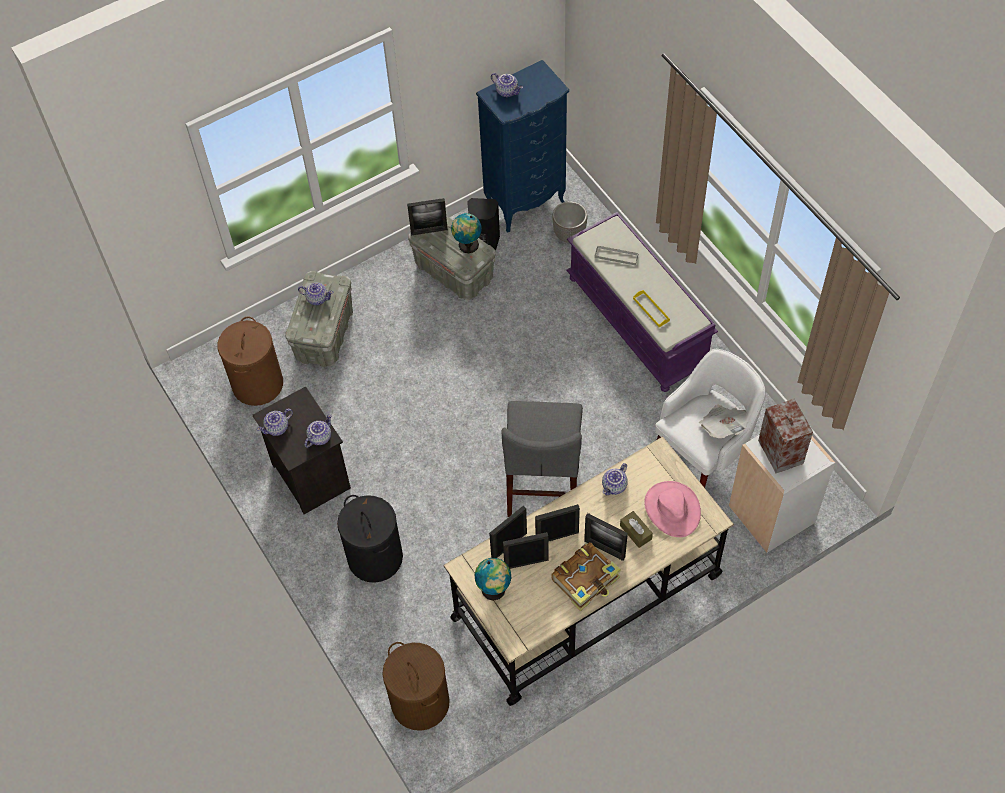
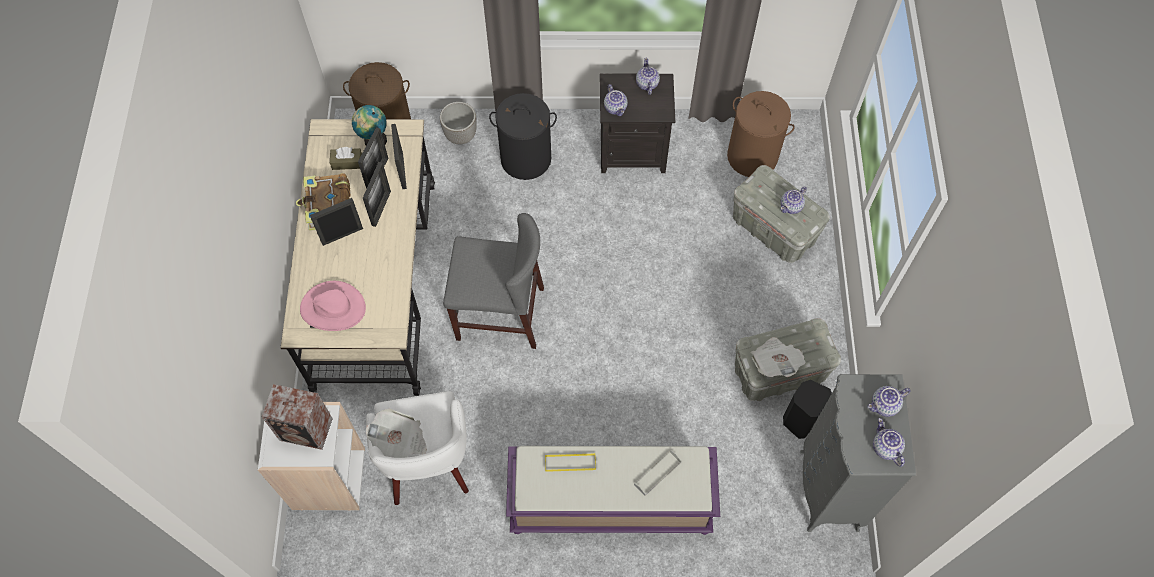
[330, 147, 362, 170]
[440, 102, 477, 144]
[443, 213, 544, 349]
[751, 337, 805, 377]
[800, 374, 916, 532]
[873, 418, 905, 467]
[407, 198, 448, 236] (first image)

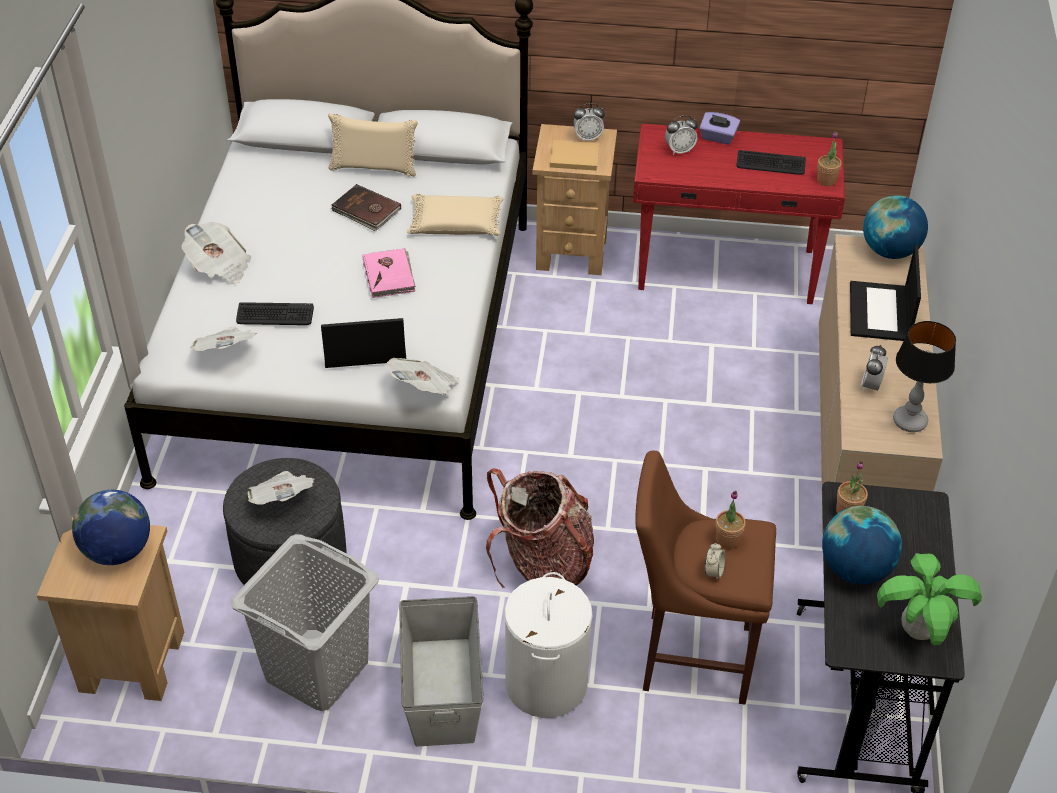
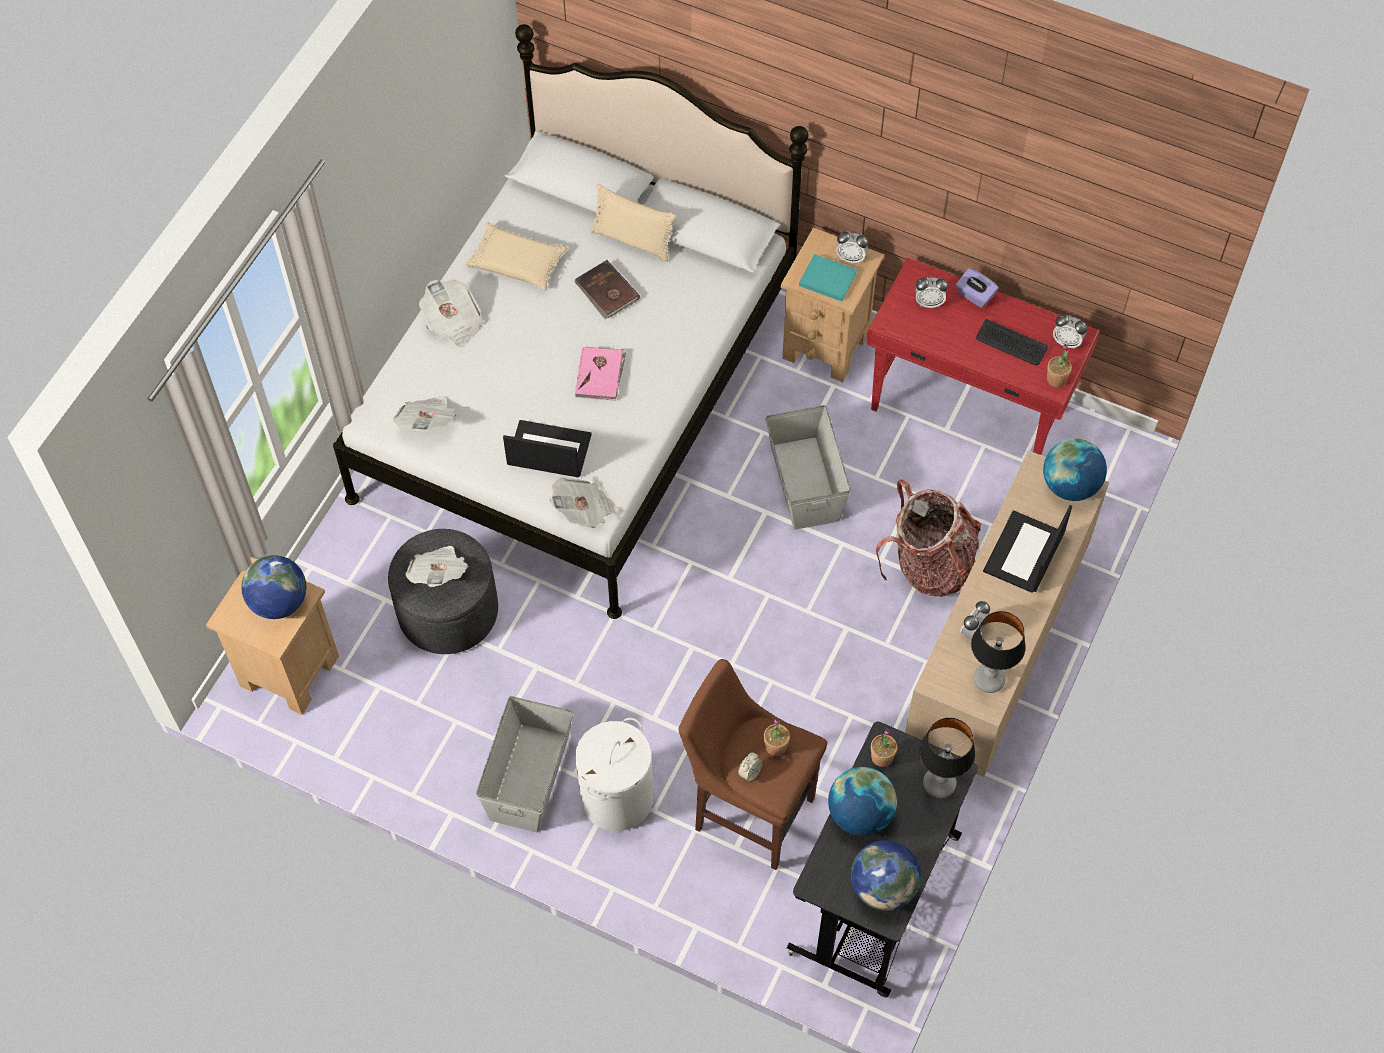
[464, 223, 568, 290]
[765, 405, 851, 530]
[799, 254, 857, 301]
[851, 840, 921, 911]
[876, 479, 981, 597]
[919, 718, 975, 798]
[1053, 315, 1087, 349]
[230, 534, 379, 711] (first image)
[236, 302, 314, 325] (first image)

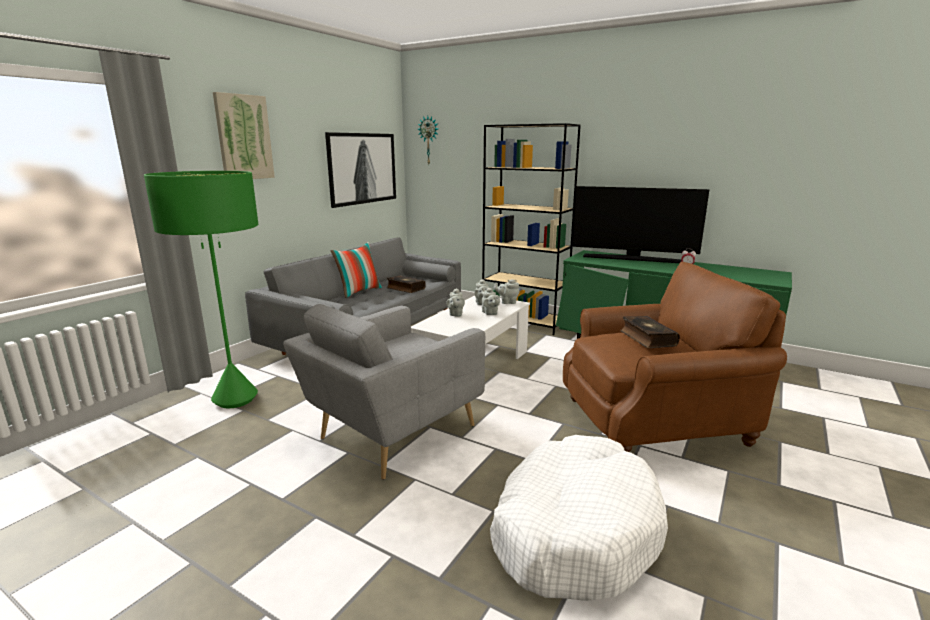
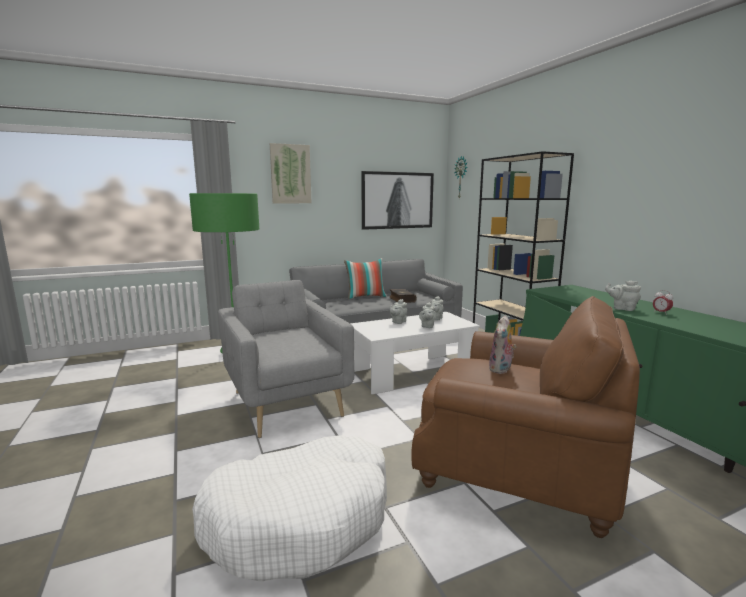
[218, 280, 354, 438]
[489, 315, 516, 374]
[605, 280, 641, 311]
[572, 186, 710, 263] (first image)

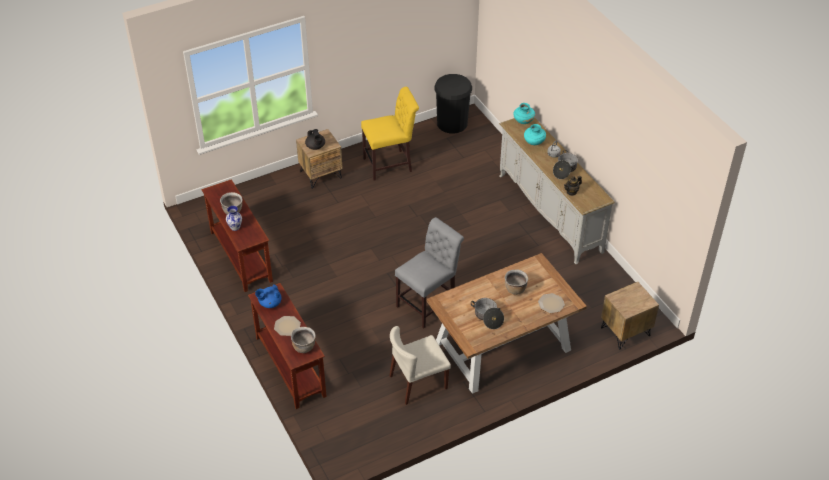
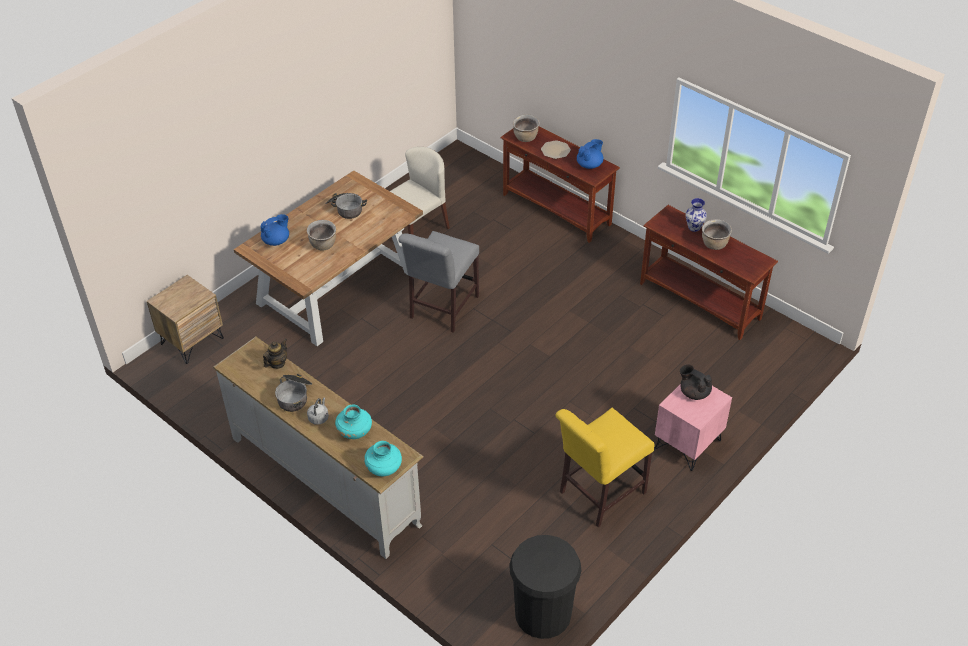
[260, 214, 289, 246]
[655, 384, 732, 471]

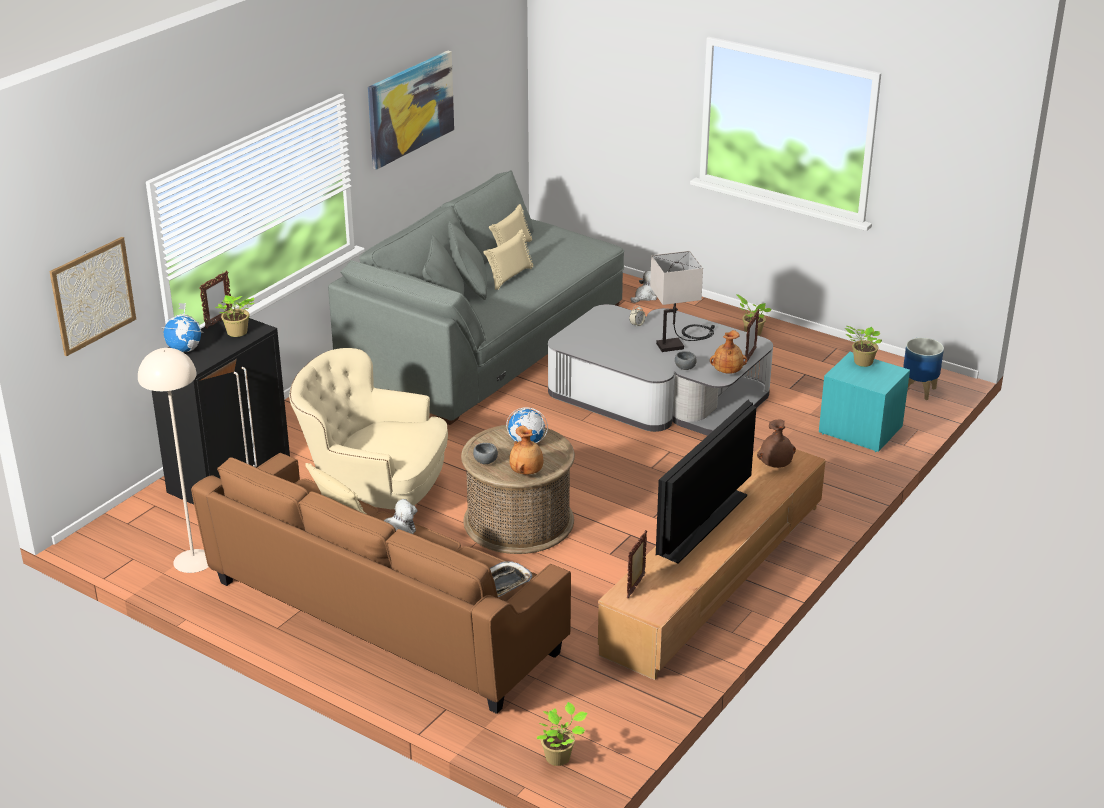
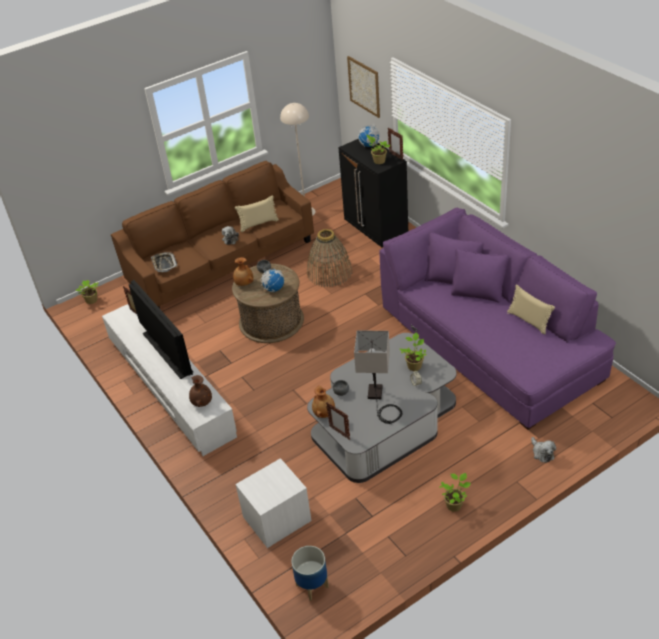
[102, 304, 237, 456]
[235, 458, 312, 548]
[307, 229, 353, 288]
[379, 208, 616, 430]
[400, 332, 426, 371]
[368, 51, 454, 170] (first image)
[483, 229, 534, 290] (first image)

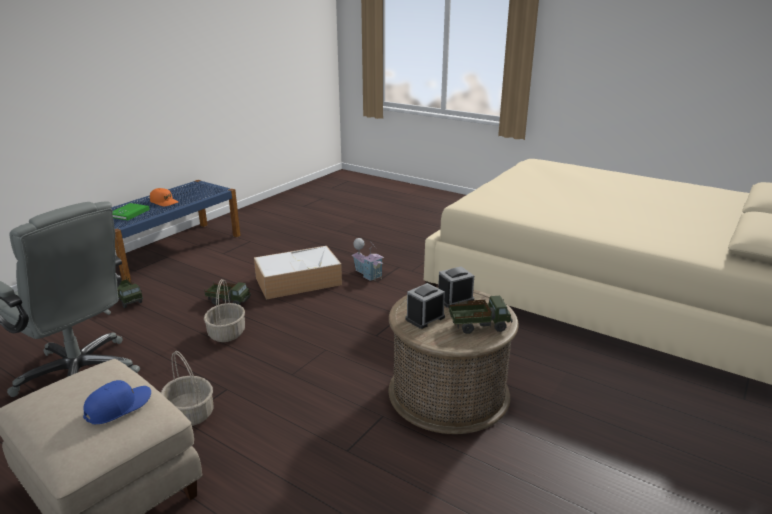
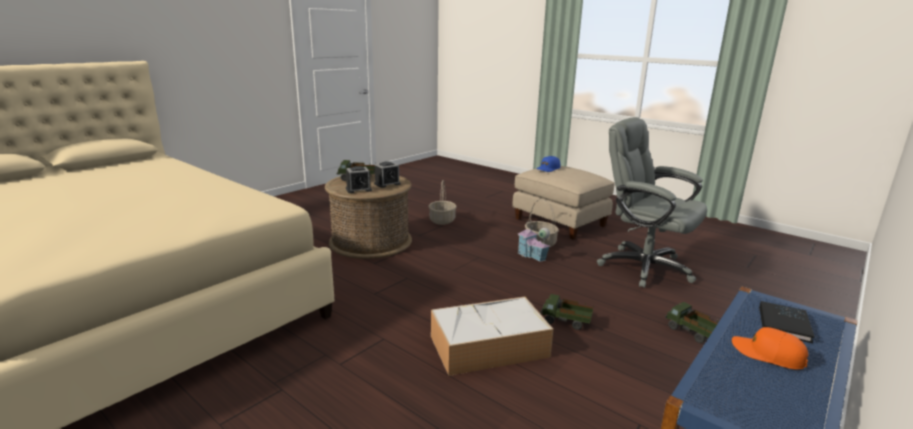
[429, 180, 457, 225]
[518, 220, 550, 262]
[759, 301, 815, 343]

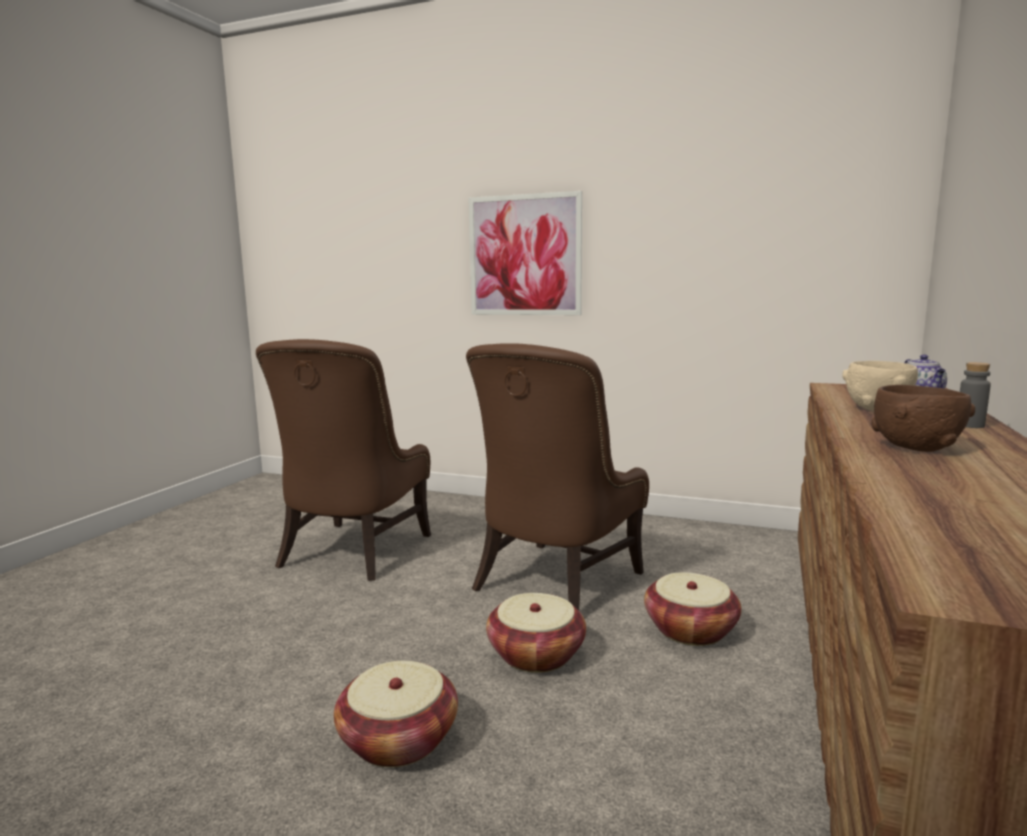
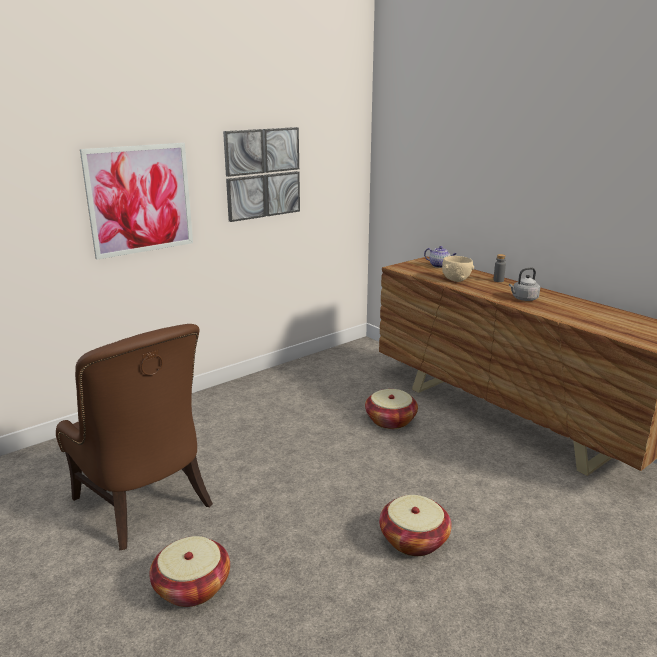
[149, 536, 230, 607]
[223, 127, 300, 222]
[509, 267, 540, 301]
[466, 343, 649, 610] (first image)

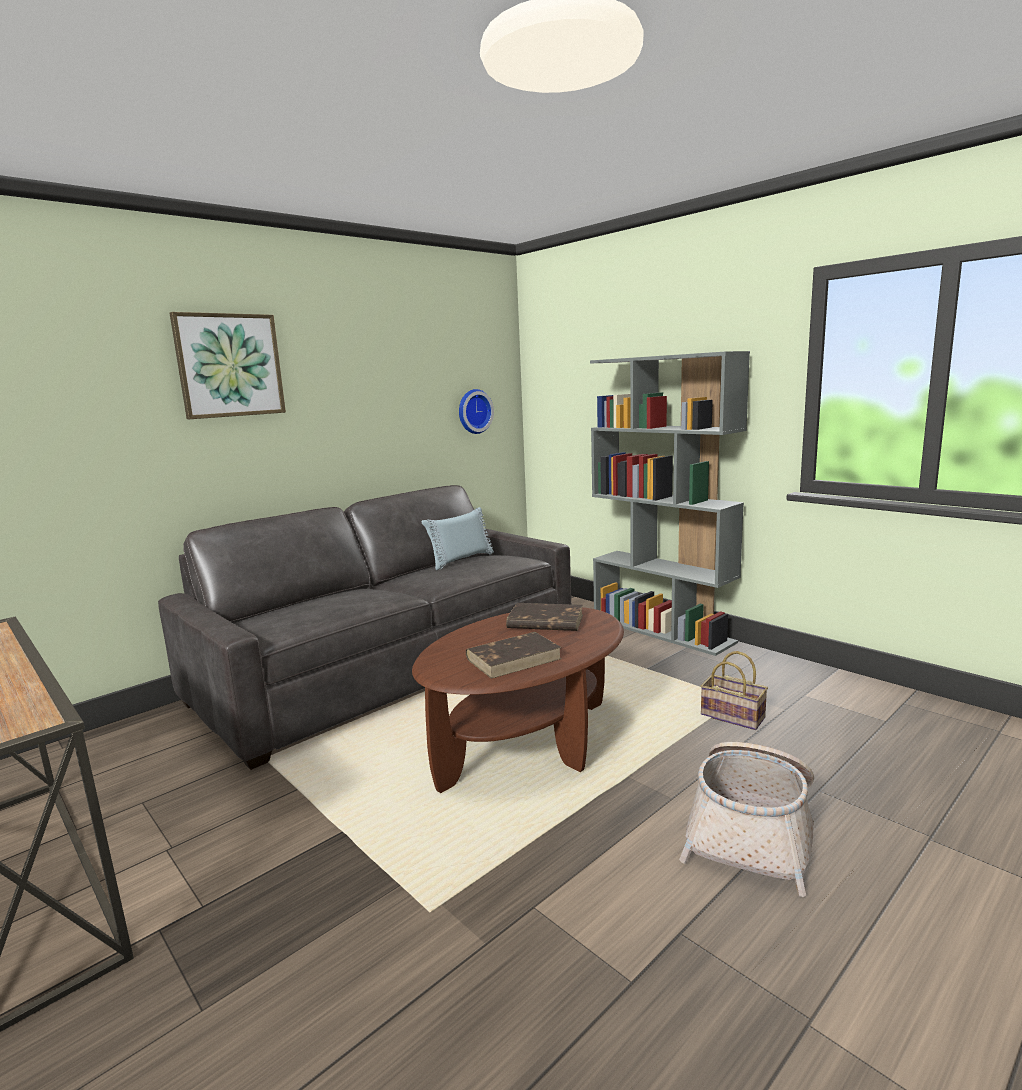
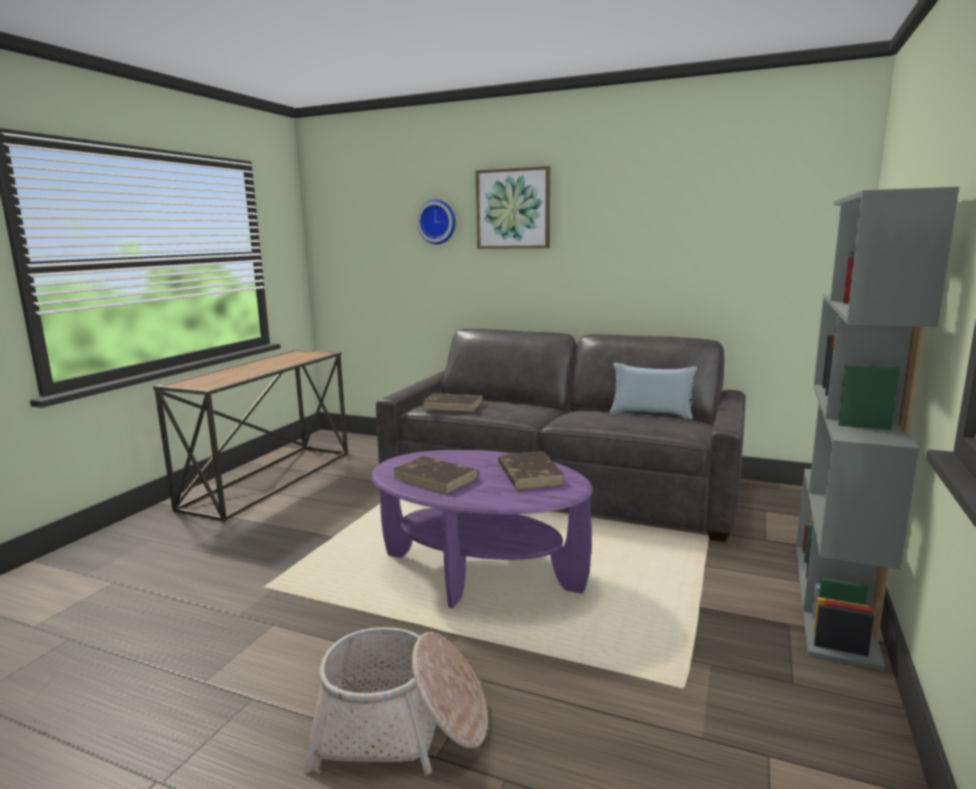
[371, 450, 593, 608]
[417, 200, 456, 244]
[423, 393, 483, 412]
[701, 651, 768, 730] (first image)

